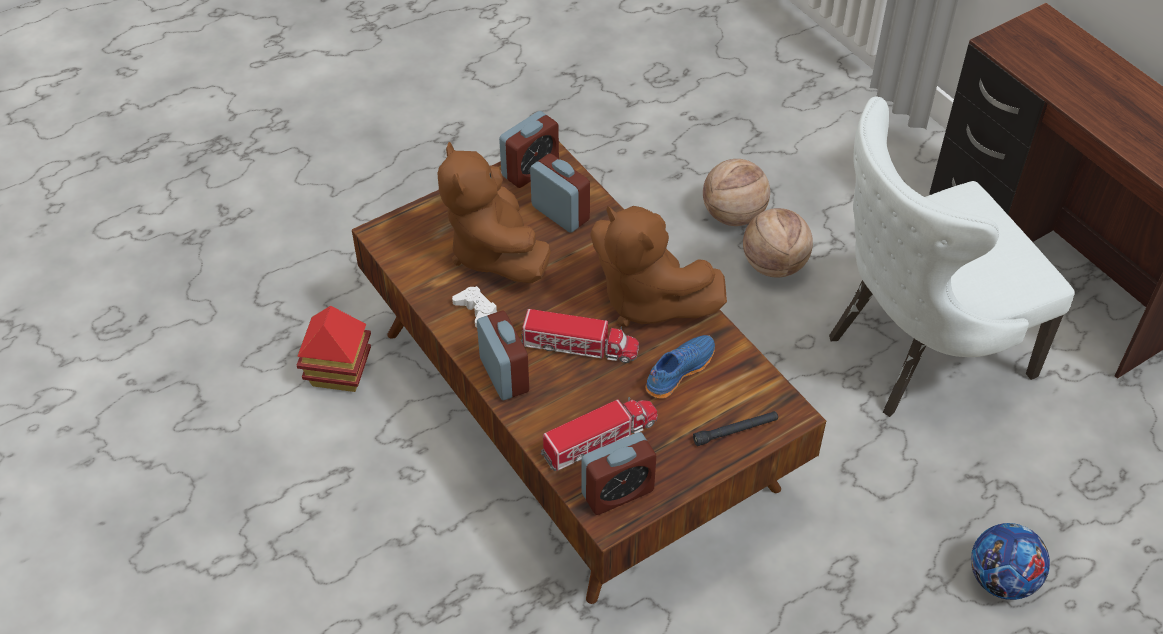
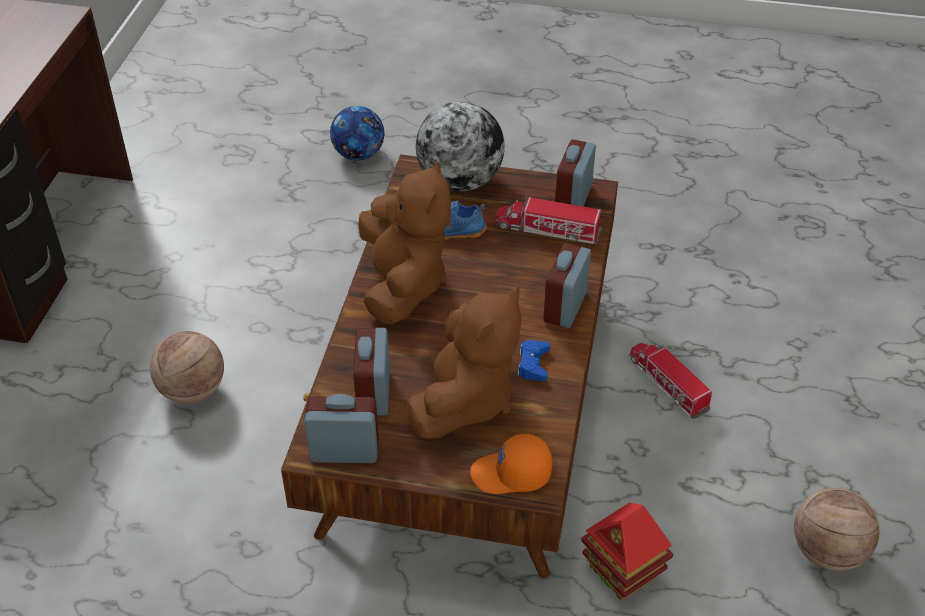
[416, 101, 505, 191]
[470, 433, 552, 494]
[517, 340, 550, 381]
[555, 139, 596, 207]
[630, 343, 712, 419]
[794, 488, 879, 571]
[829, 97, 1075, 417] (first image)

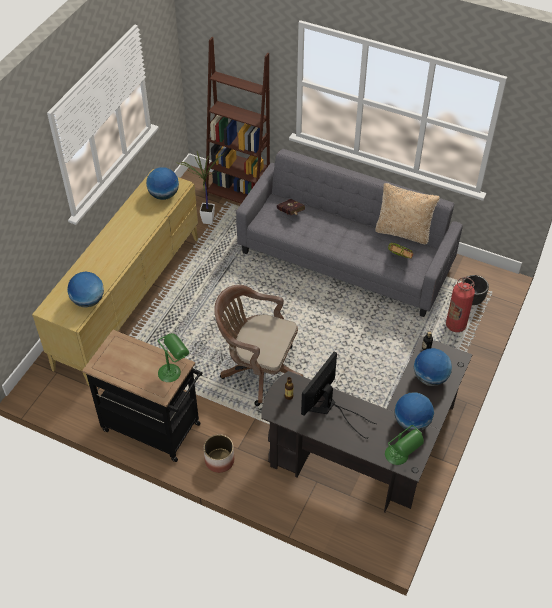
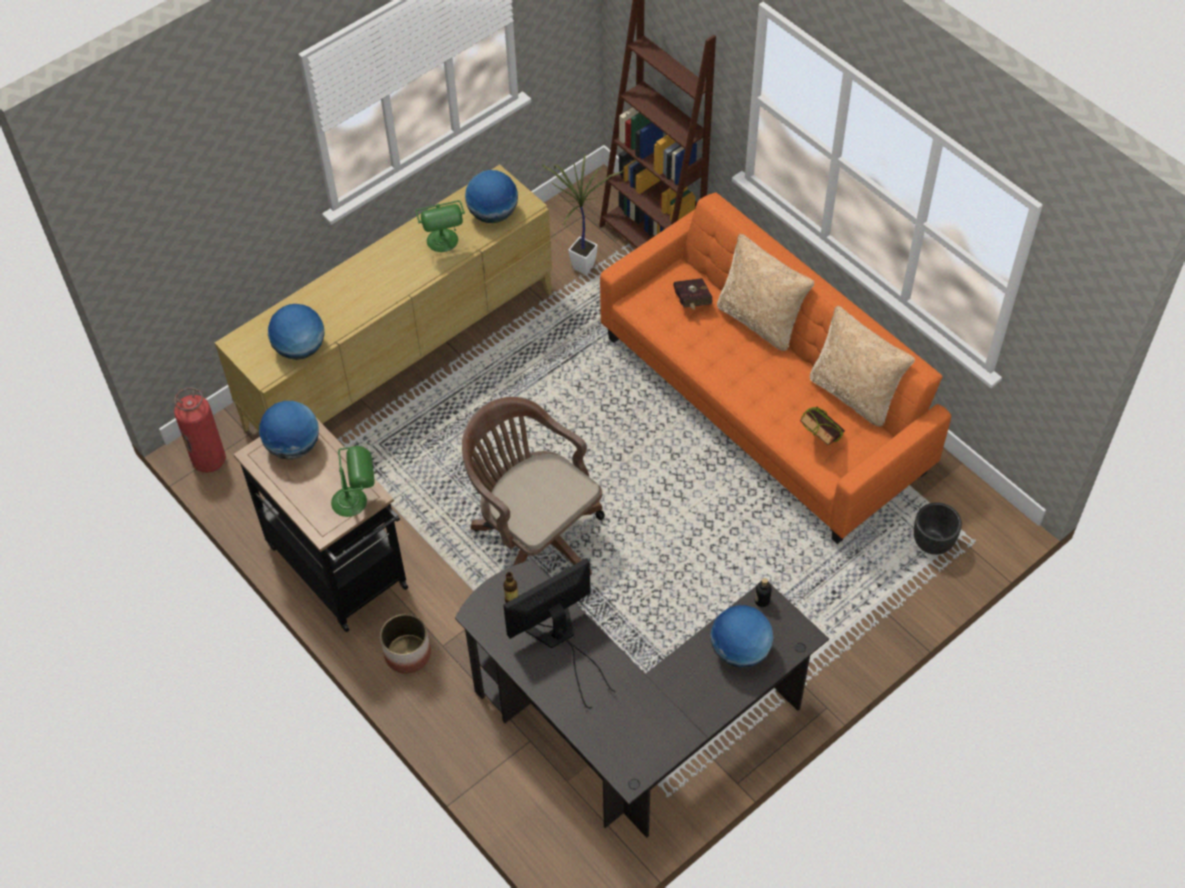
[174, 387, 226, 473]
[259, 401, 319, 460]
[415, 200, 465, 252]
[600, 192, 951, 544]
[717, 234, 814, 351]

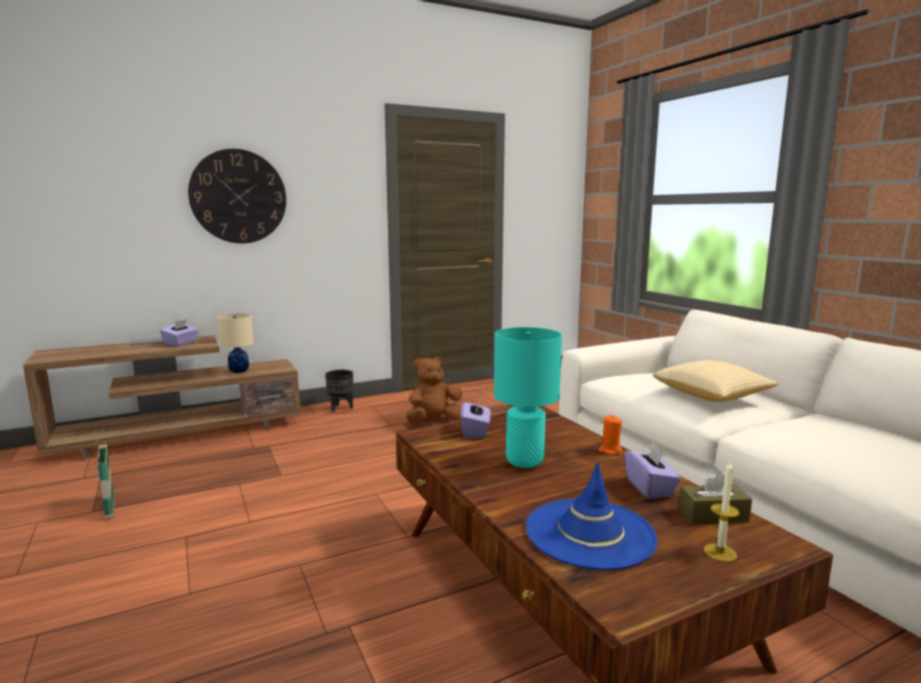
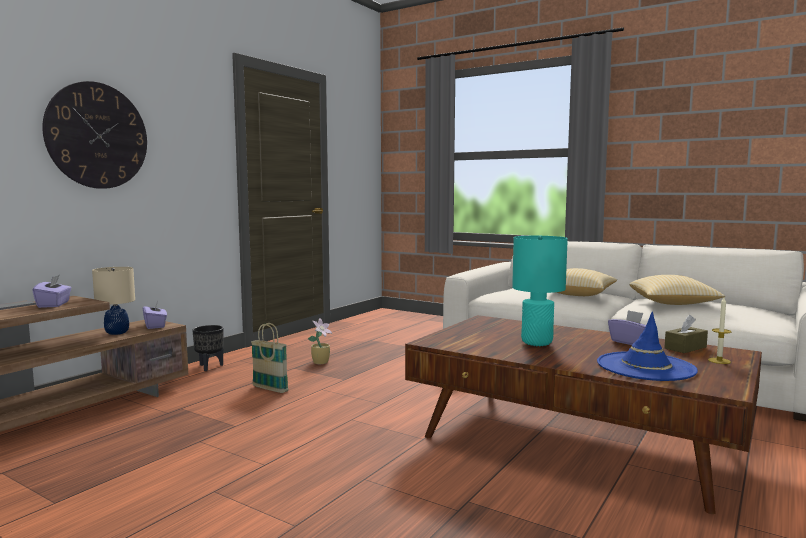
[143, 300, 167, 329]
[251, 323, 289, 393]
[308, 318, 332, 364]
[630, 275, 725, 305]
[599, 415, 622, 455] (first image)

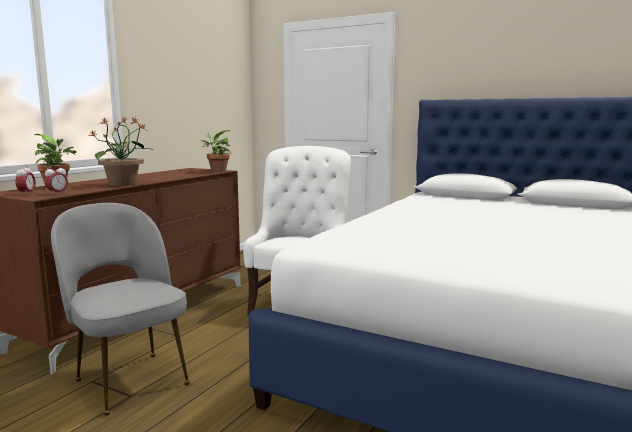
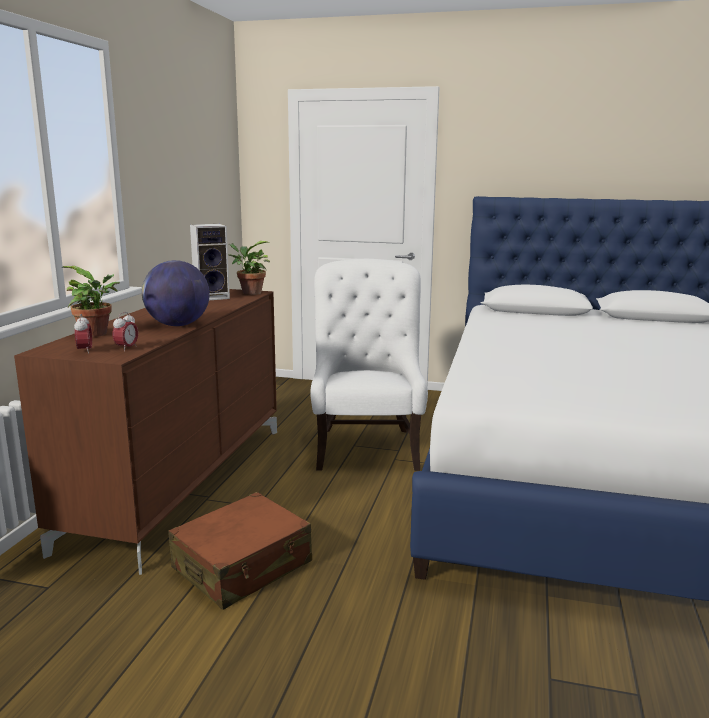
[142, 260, 210, 326]
[168, 492, 312, 610]
[190, 224, 230, 300]

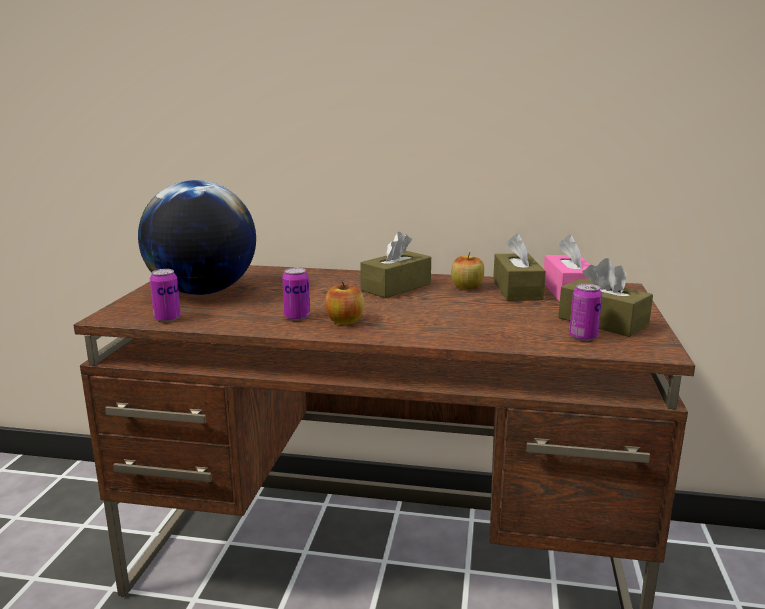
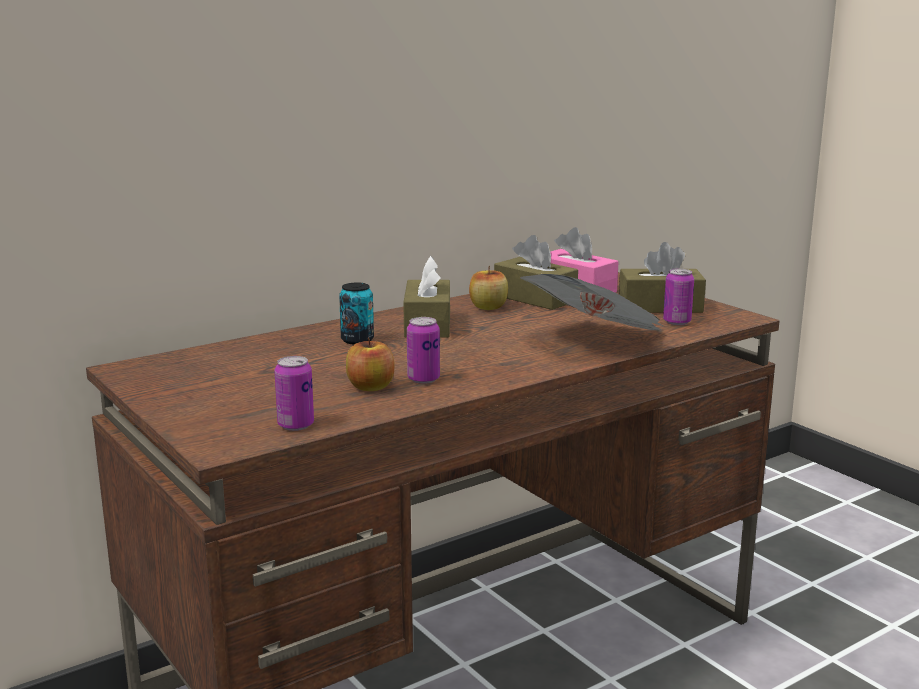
[339, 282, 374, 345]
[346, 337, 395, 391]
[520, 274, 664, 330]
[138, 180, 256, 295] (first image)

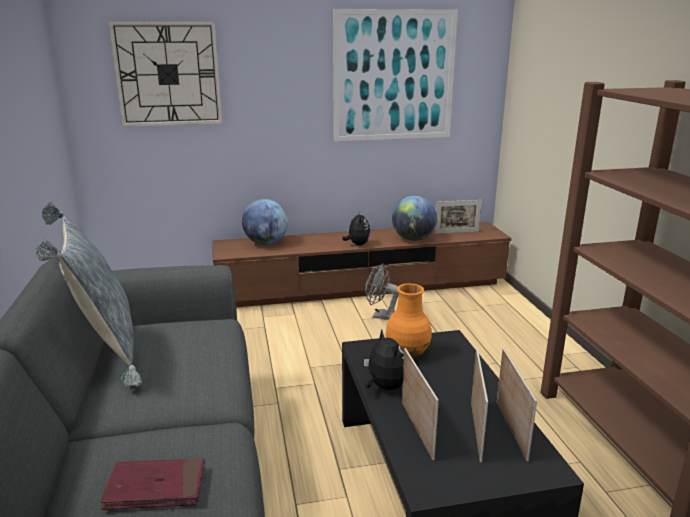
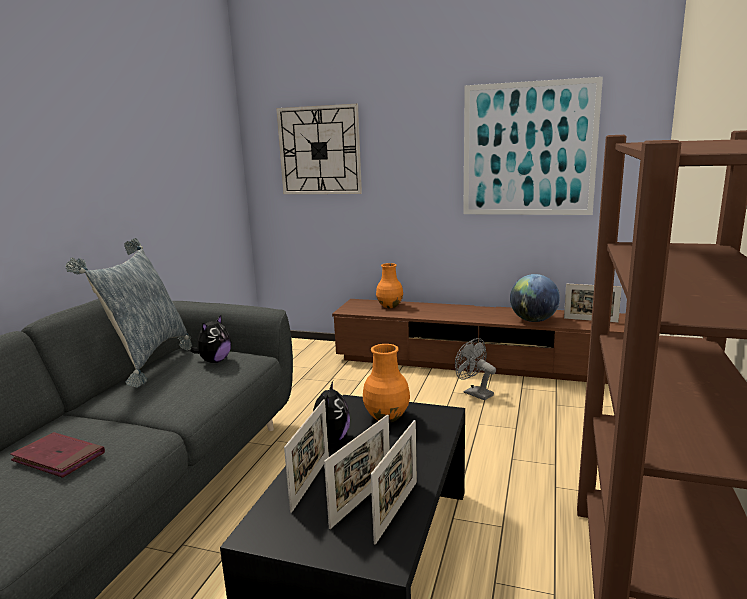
[190, 315, 231, 363]
[376, 263, 403, 308]

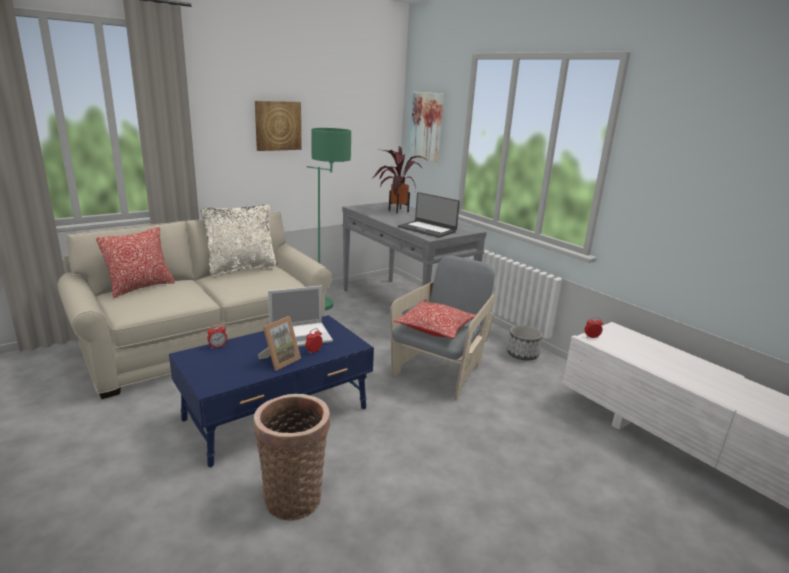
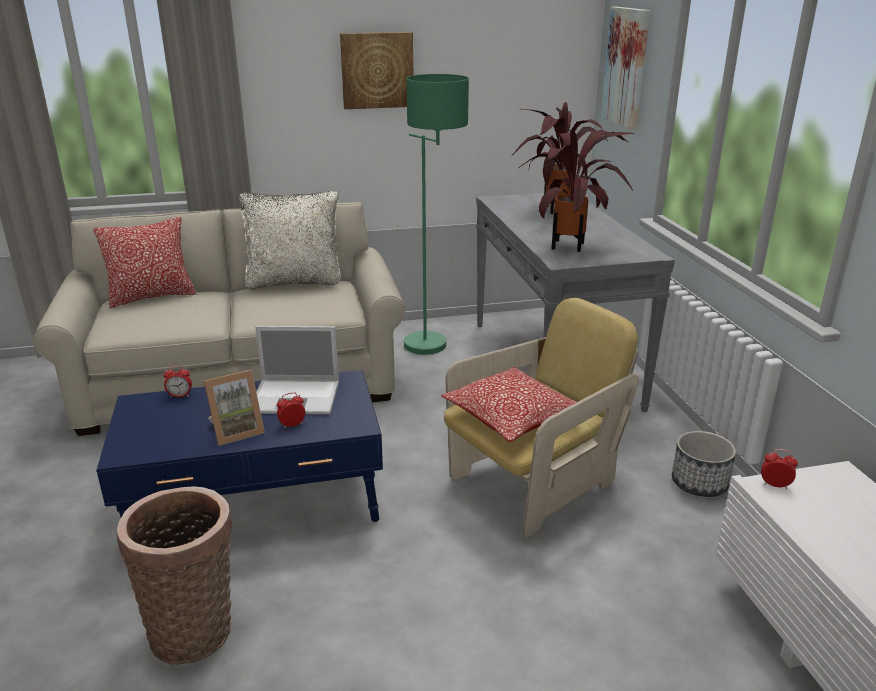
[444, 298, 639, 538]
[519, 129, 634, 252]

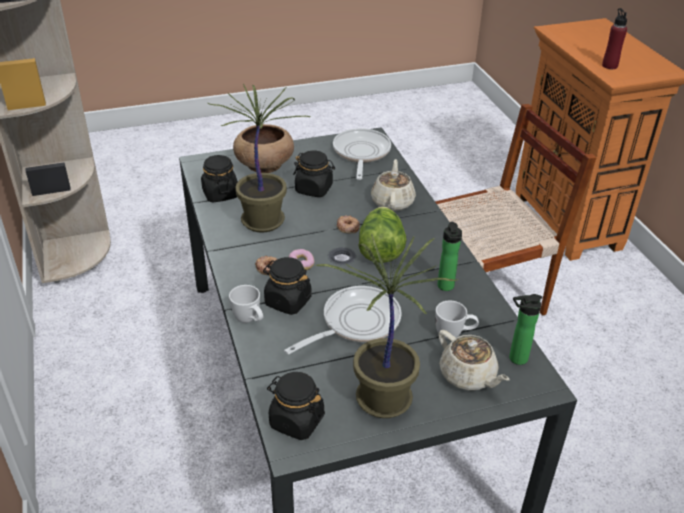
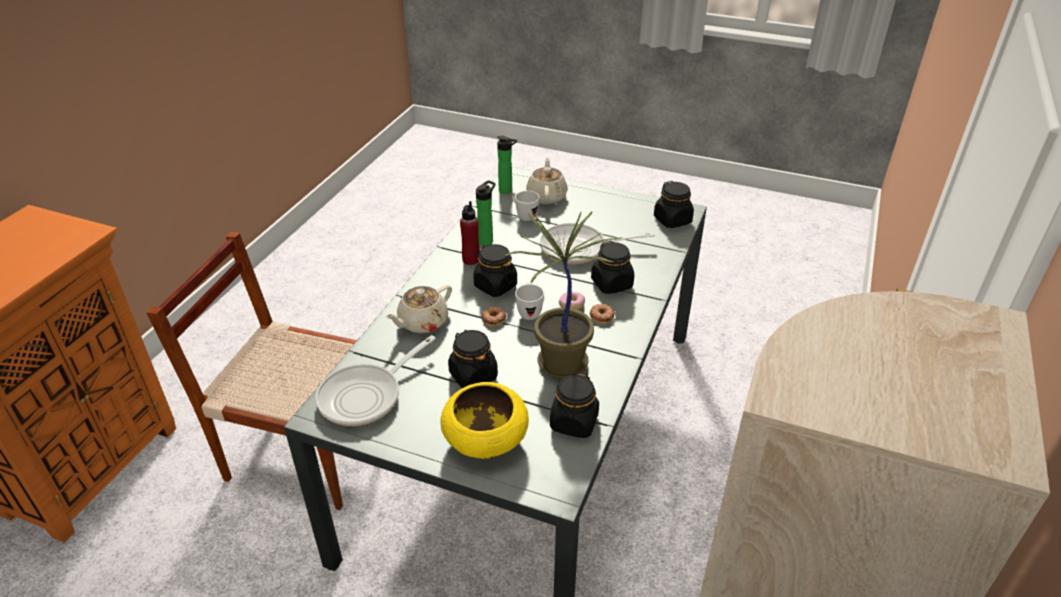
[440, 382, 529, 459]
[460, 201, 480, 265]
[473, 244, 517, 297]
[515, 282, 544, 320]
[315, 233, 459, 418] (first image)

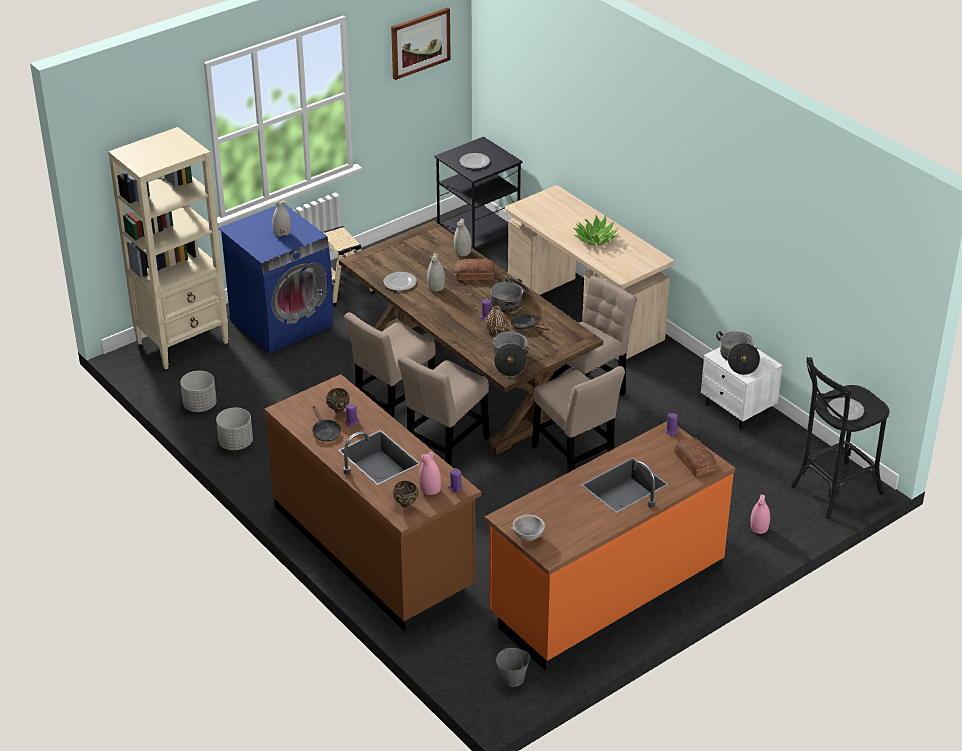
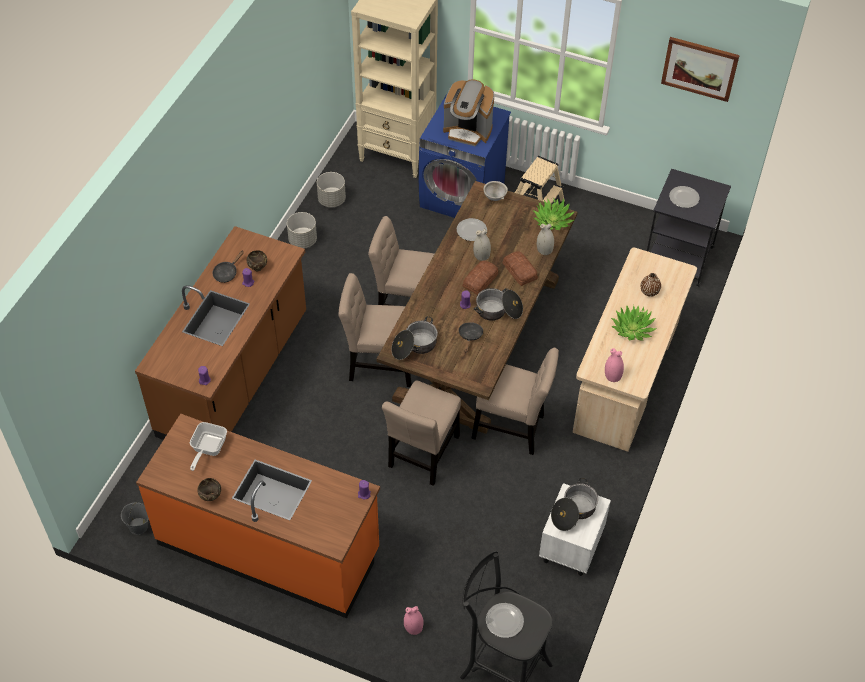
[190, 422, 227, 471]
[198, 478, 221, 501]
[443, 79, 494, 146]
[463, 260, 498, 295]
[484, 181, 508, 201]
[533, 199, 575, 230]
[605, 348, 624, 382]
[641, 273, 661, 297]

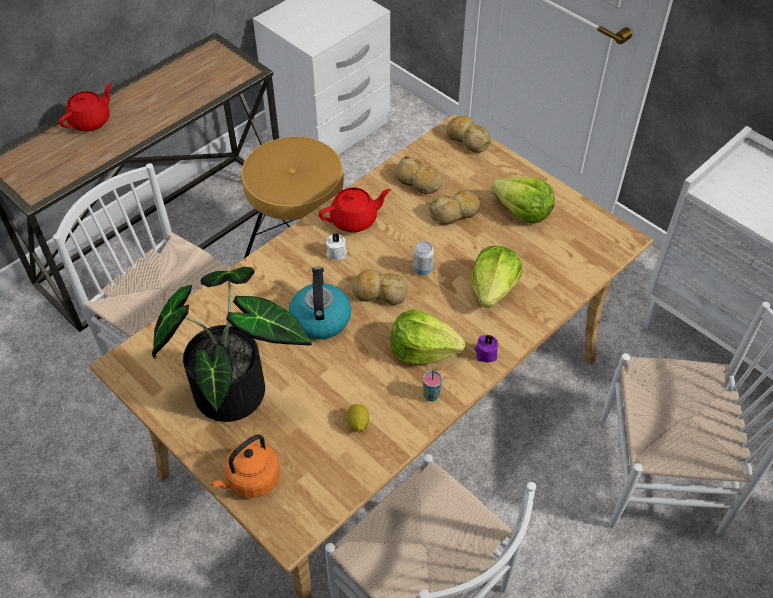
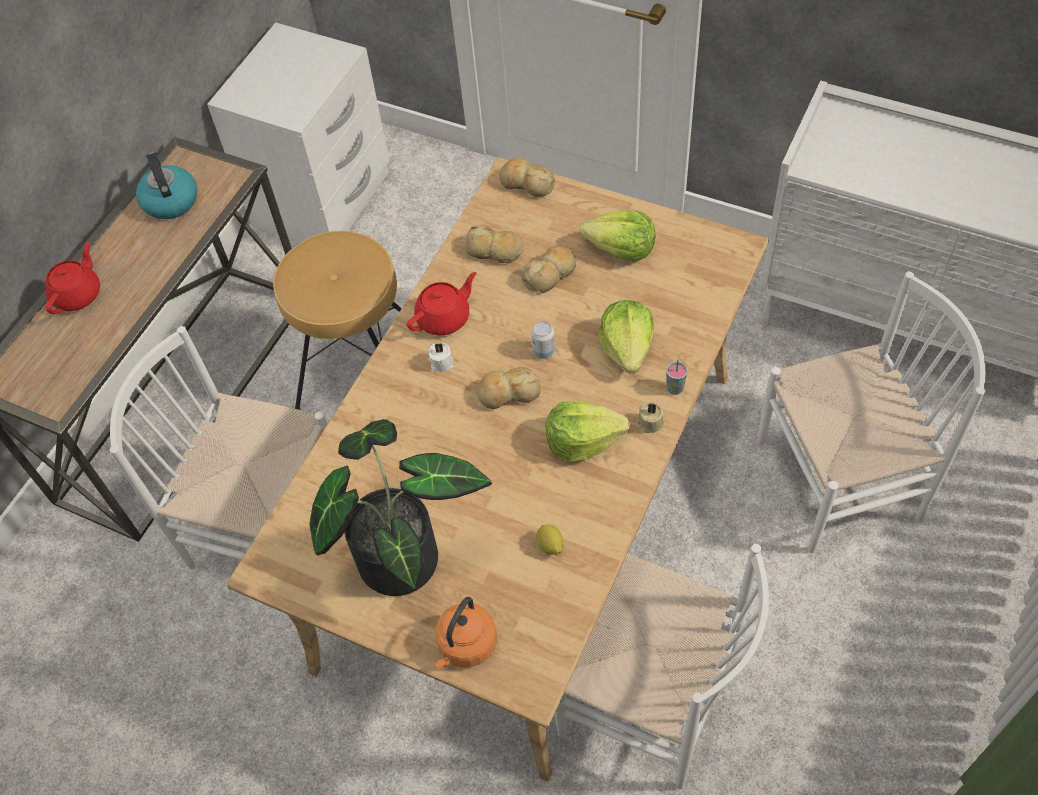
[136, 152, 197, 219]
[636, 403, 664, 433]
[666, 360, 687, 395]

